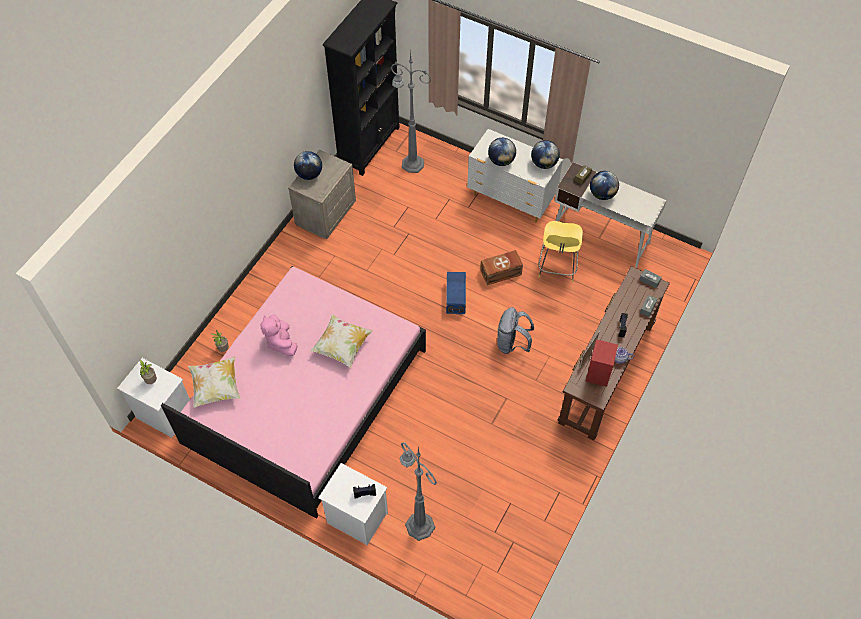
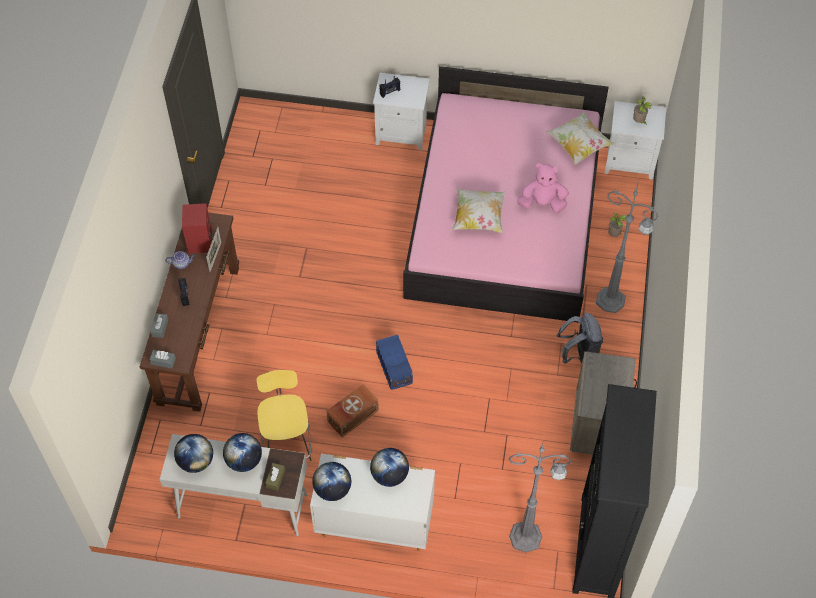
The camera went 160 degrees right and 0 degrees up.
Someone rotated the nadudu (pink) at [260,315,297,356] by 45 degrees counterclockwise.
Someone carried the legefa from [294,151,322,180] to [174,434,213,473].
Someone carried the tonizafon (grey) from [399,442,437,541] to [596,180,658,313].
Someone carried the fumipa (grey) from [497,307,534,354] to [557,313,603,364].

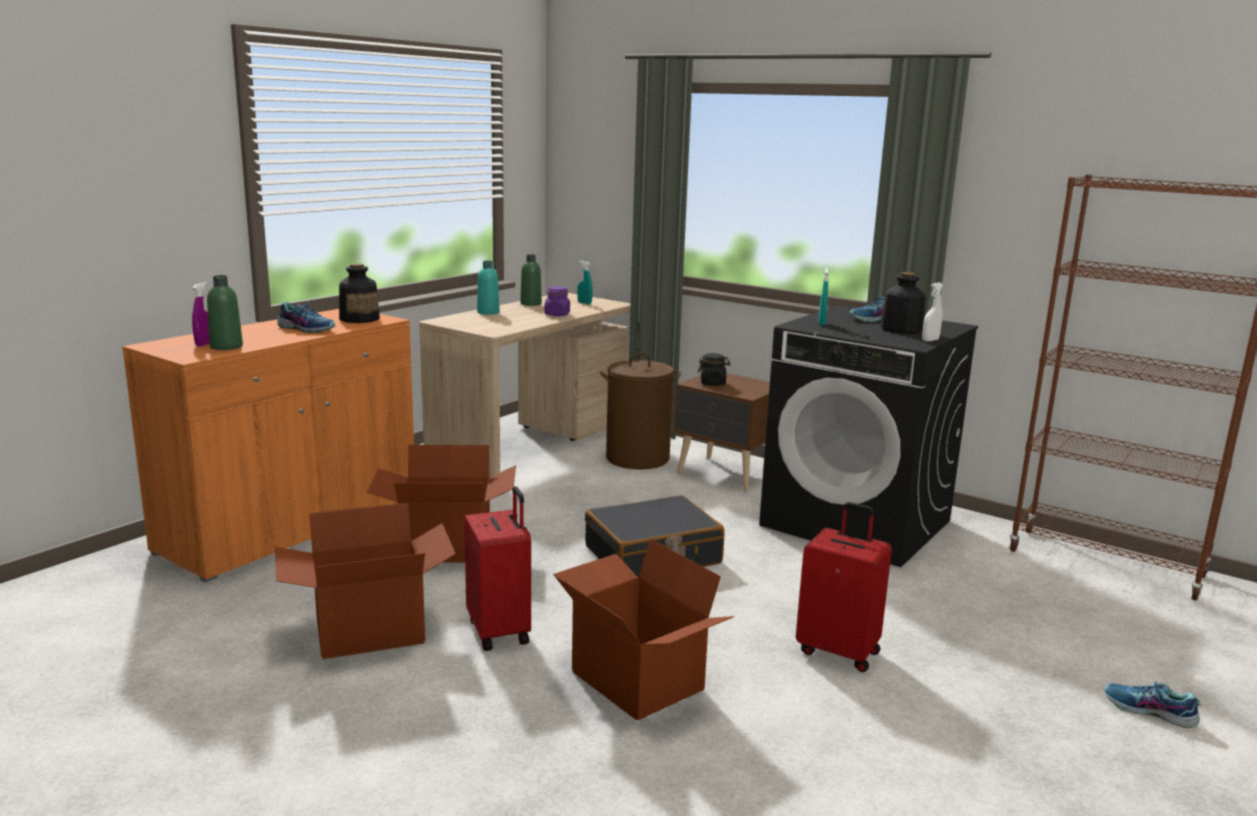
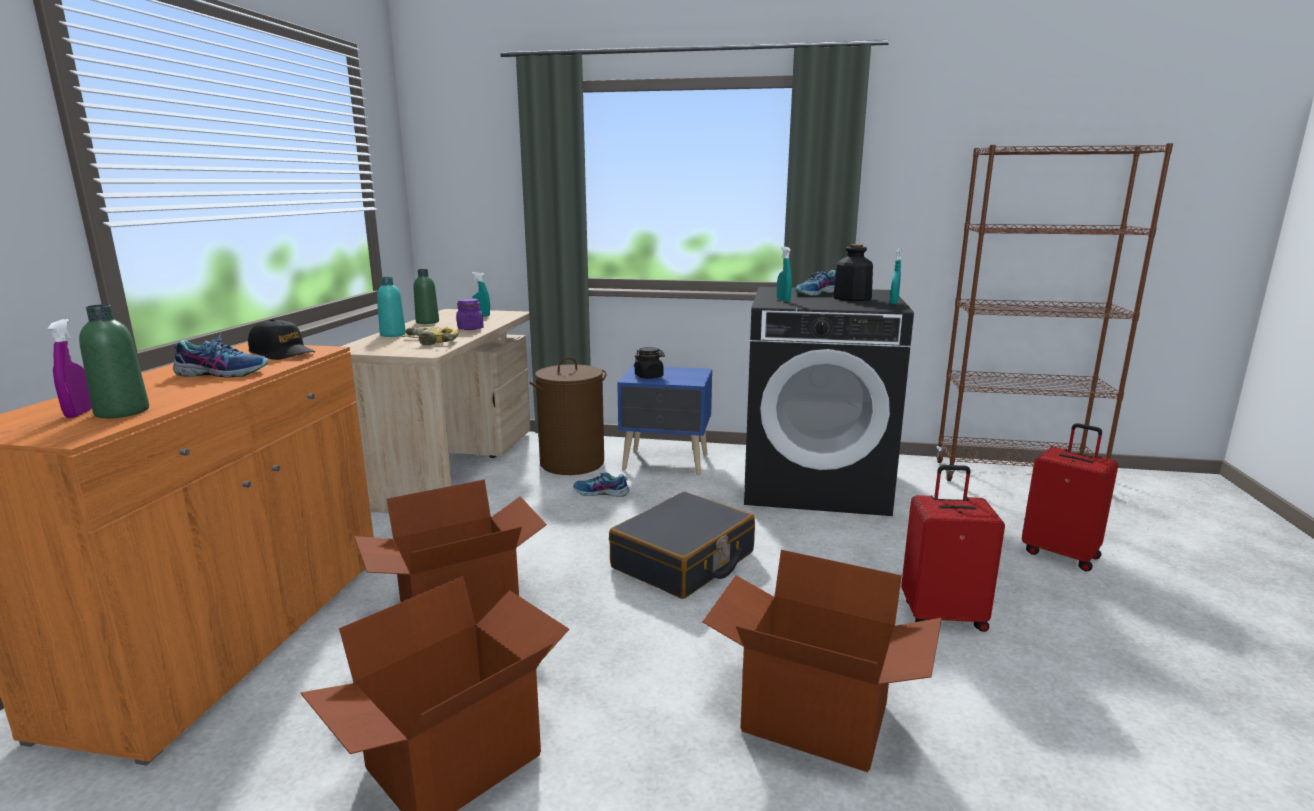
The camera went 25 degrees left and 0 degrees up.
Someone swapped the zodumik at [339,263,380,323] for the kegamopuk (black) at [248,319,315,360].
Someone carried the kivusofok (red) from [464,486,531,651] to [1022,423,1118,572].
Someone repainted the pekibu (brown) at [674,373,770,492], which became the pekibu (blue) at [617,365,712,475].
Someone repainted the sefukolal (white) at [922,283,943,342], which became the sefukolal (turquoise) at [890,248,901,304].
Someone carried the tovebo from [1104,682,1201,728] to [573,472,629,497].
Someone put down the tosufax at [402,326,459,345].

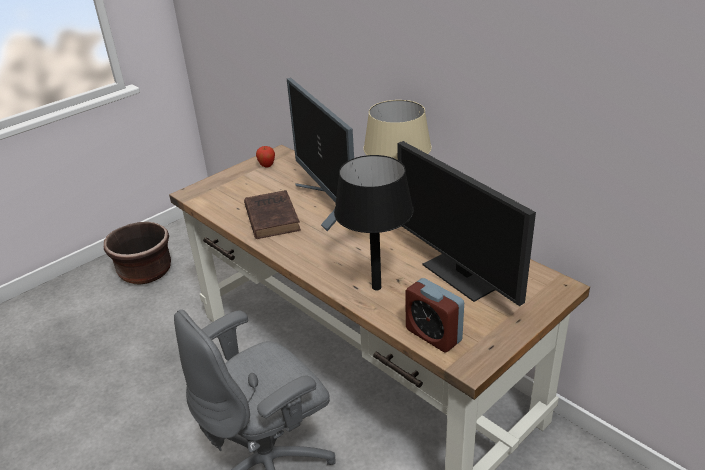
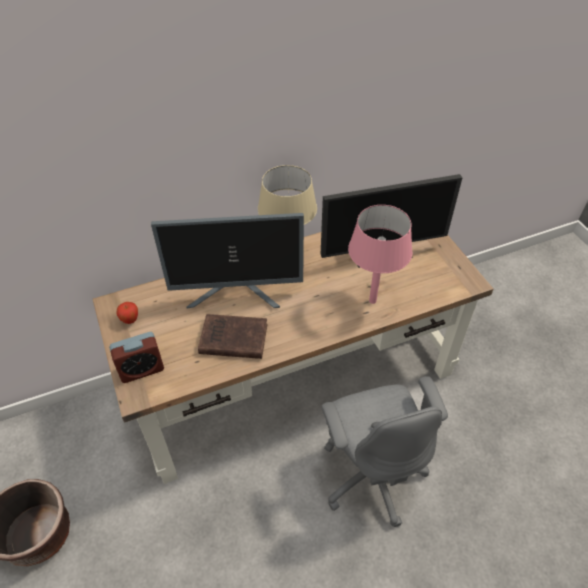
The camera went 70 degrees left and 15 degrees up.
Someone repainted the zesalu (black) at [334,155,414,290], which became the zesalu (pink) at [348,205,412,304].
Someone carried the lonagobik from [405,278,464,353] to [109,332,164,383].

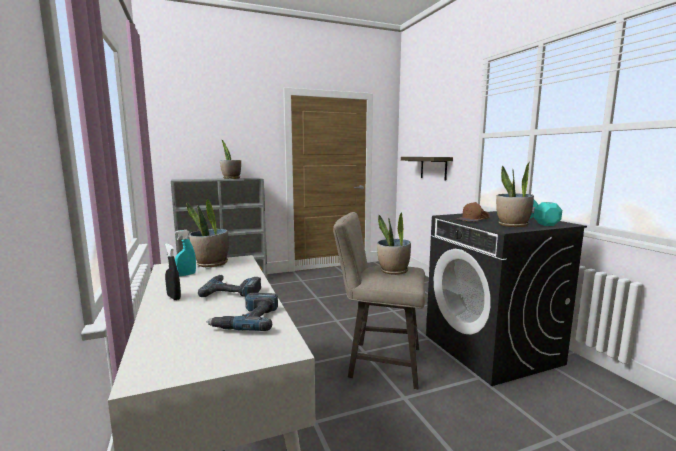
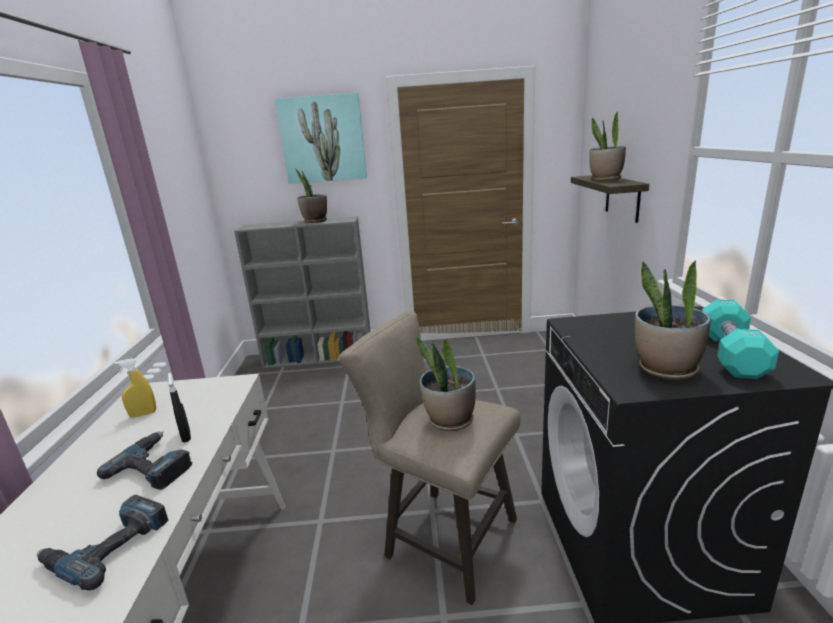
The camera went 20 degrees right and 10 degrees up.
Someone carried the sefukolal (black) from [165,244,181,300] to [168,373,191,443].
Someone repainted the sefukolal (turquoise) at [175,230,196,276], which became the sefukolal (yellow) at [114,358,156,417].
Someone carried the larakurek from [186,199,229,267] to [589,111,626,181].
Someone took away the kegamopuk (brown) at [456,202,490,222].
Someone put up the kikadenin at [275,93,367,184].

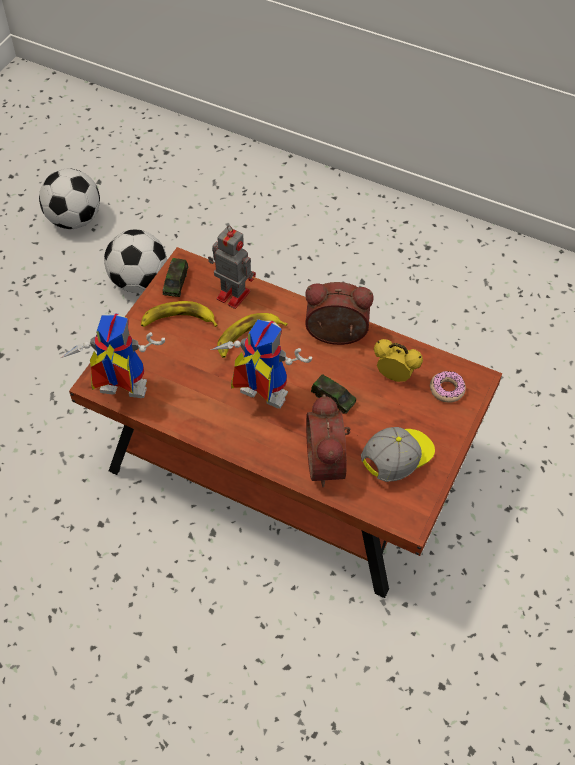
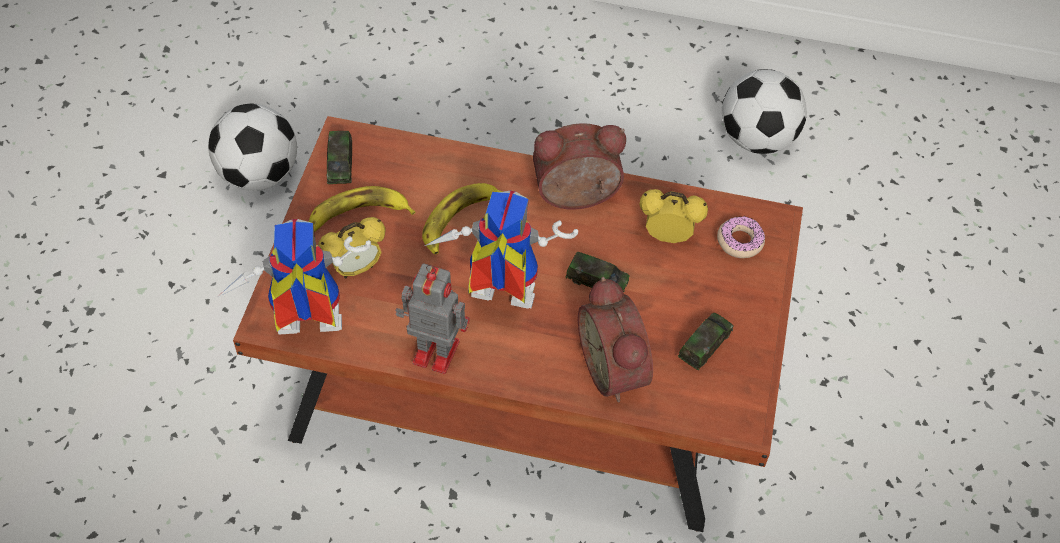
The camera went 15 degrees left and 0 degrees up.
Someone carried the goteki from [39,168,100,229] to [722,69,807,154].
Someone carried the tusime from [208,225,256,309] to [395,264,470,374].
Someone swapped the kegamopuk at [361,427,435,482] for the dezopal at [678,313,734,370].
Someone put down the lonagobik at [318,217,386,279].

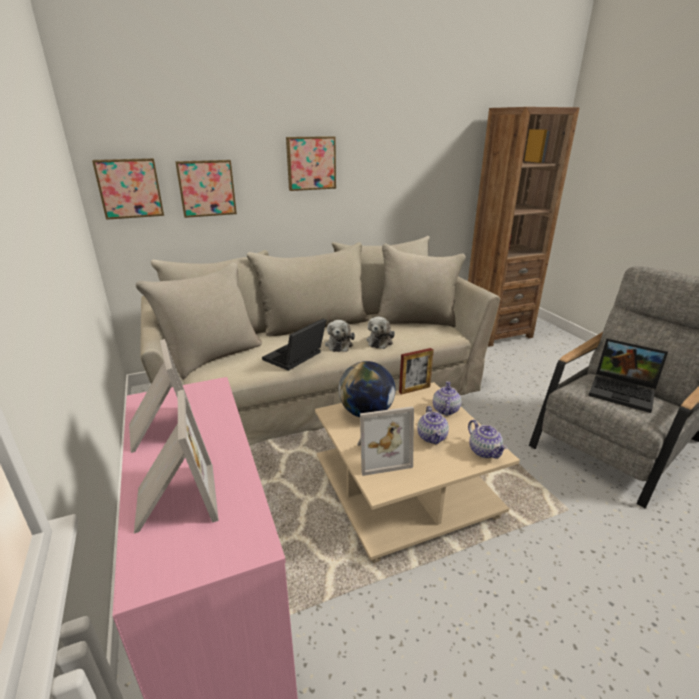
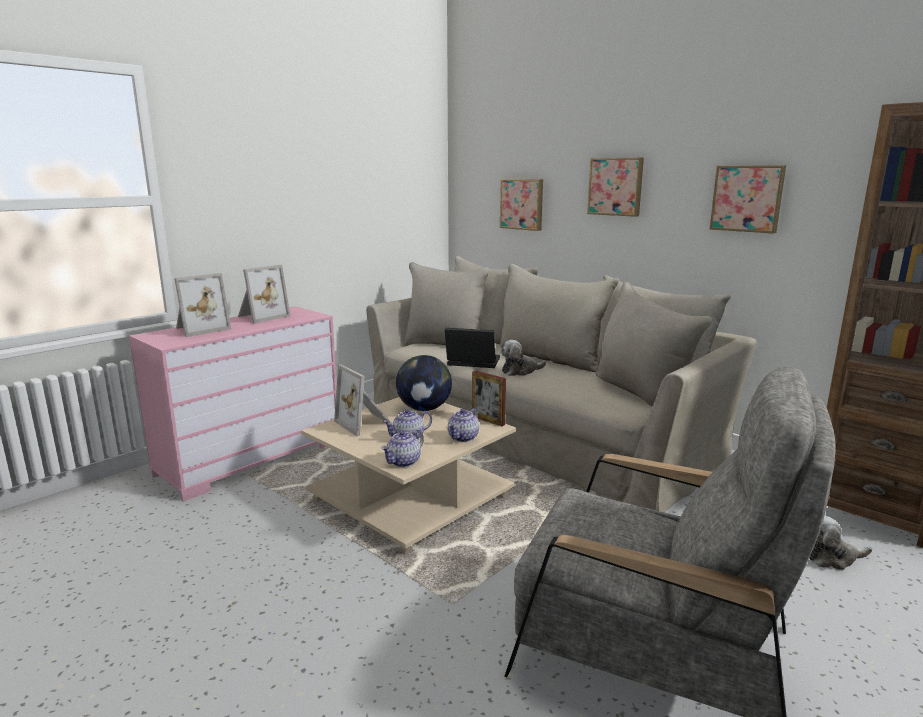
The camera went 65 degrees right and 10 degrees down.
Someone carried the kikadenin from [92,158,164,220] to [710,165,786,234].
Someone carried the nadudu from [366,317,395,349] to [809,516,872,570].
Someone rotated the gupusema at [433,381,461,416] by 135 degrees clockwise.
Someone took away the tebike at [588,338,668,413].

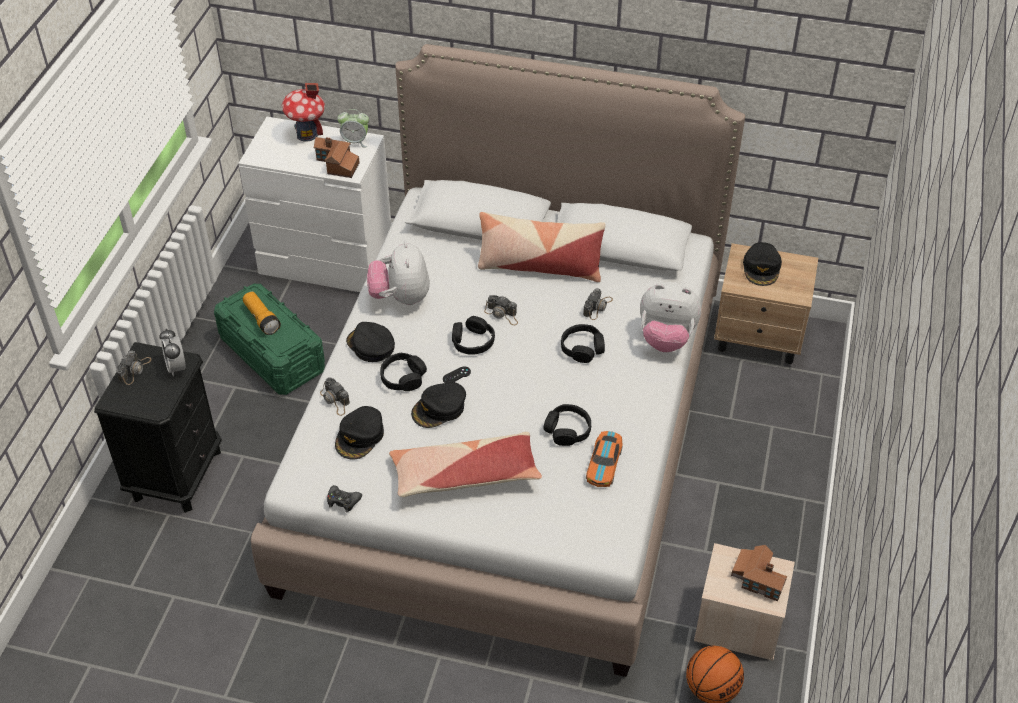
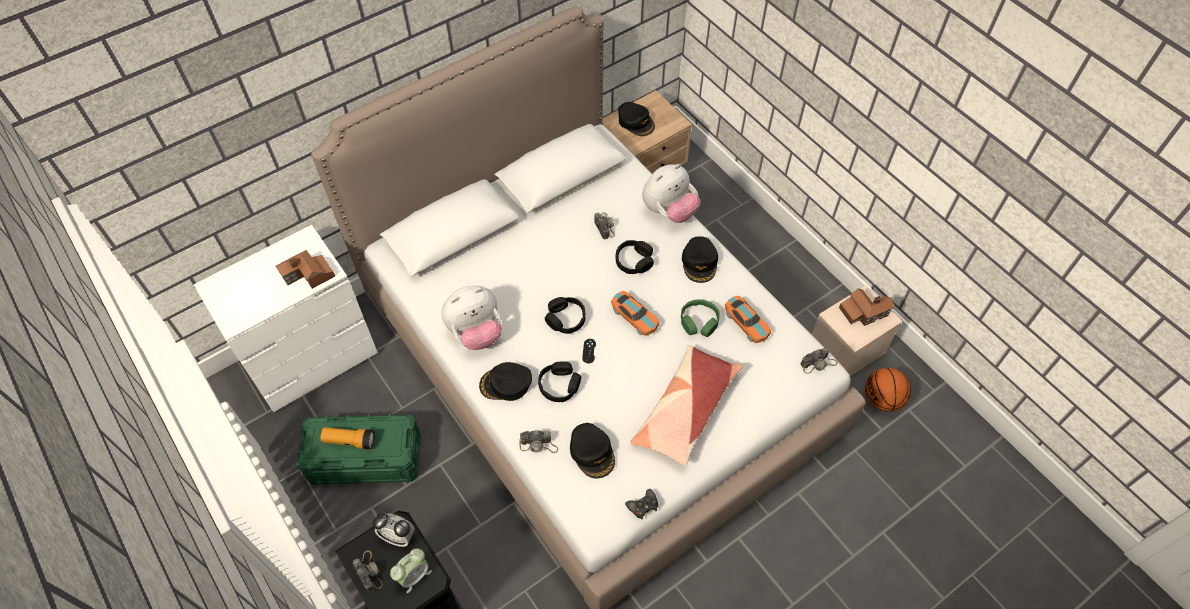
The camera went 50 degrees left and 10 degrees up.
Someone took away the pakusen at [282,83,325,142].
Someone carried the lonagobik from [337,109,369,147] to [390,548,432,593].
Someone rotated the nadudu at [367,241,430,305] by 60 degrees counterclockwise.
Someone carried the kegamopuk (black) from [411,382,466,428] to [682,236,718,283].
Someone took away the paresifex at [478,212,606,282].
Someone carried the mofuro from [484,295,518,325] to [800,348,838,374].
Someone repainted the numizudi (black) at [544,404,591,446], which became the numizudi (green) at [681,299,720,337].
Someone put down the dezopal at [611,291,659,336].

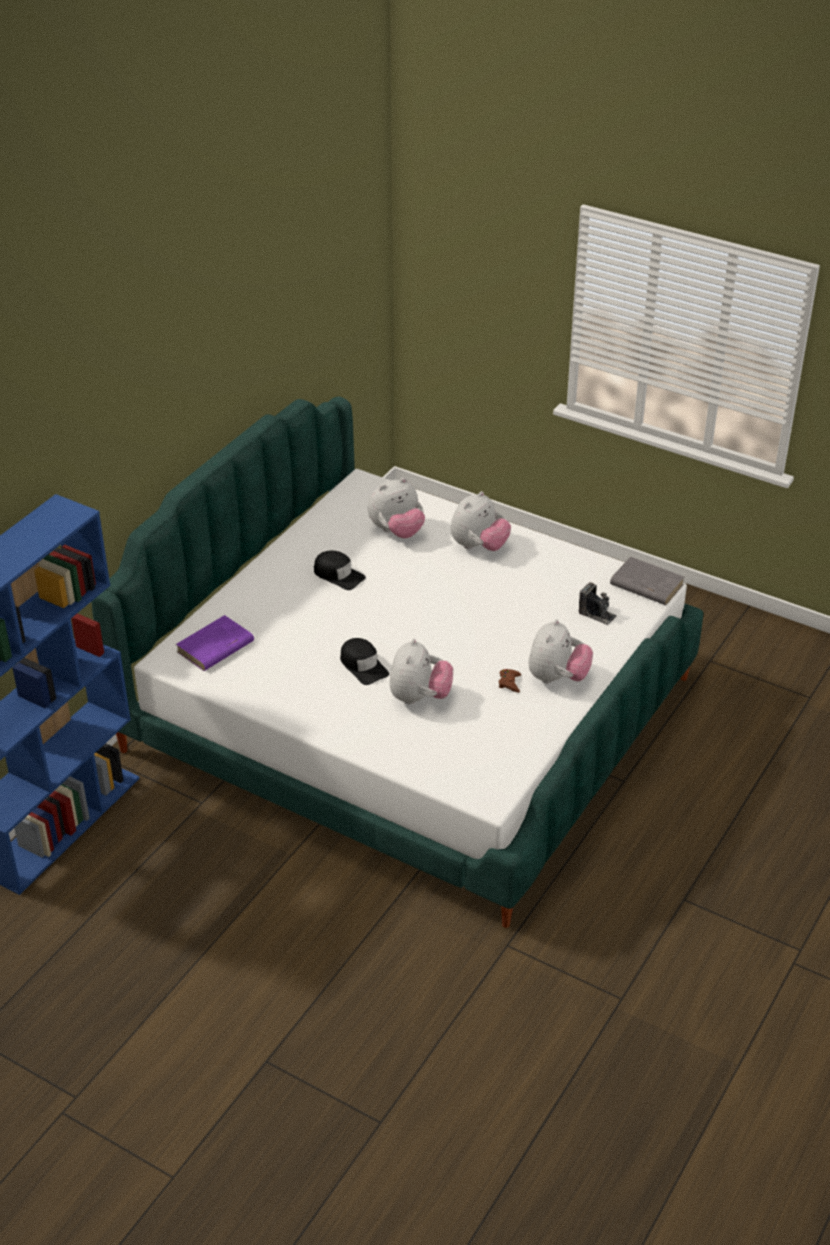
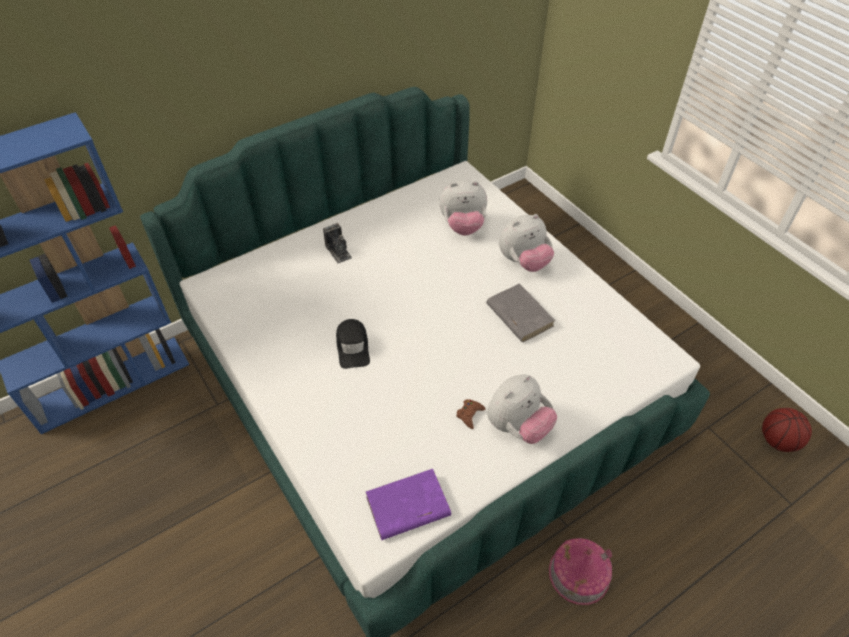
The camera went 25 degrees right and 10 degrees up.
Someone carried the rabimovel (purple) from [176,615,254,671] to [366,469,451,540].
Someone took away the kegamopuk (black) at [314,551,366,590].
Someone took away the nadudu at [389,639,453,704].
Someone carried the mofuro from [579,582,617,625] to [323,223,352,264].
Someone carried the rabimovel (grey) from [610,557,684,605] to [486,283,555,342].
Someone put down the pakusen at [549,538,612,605].
Someone put down the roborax at [762,408,812,452].

